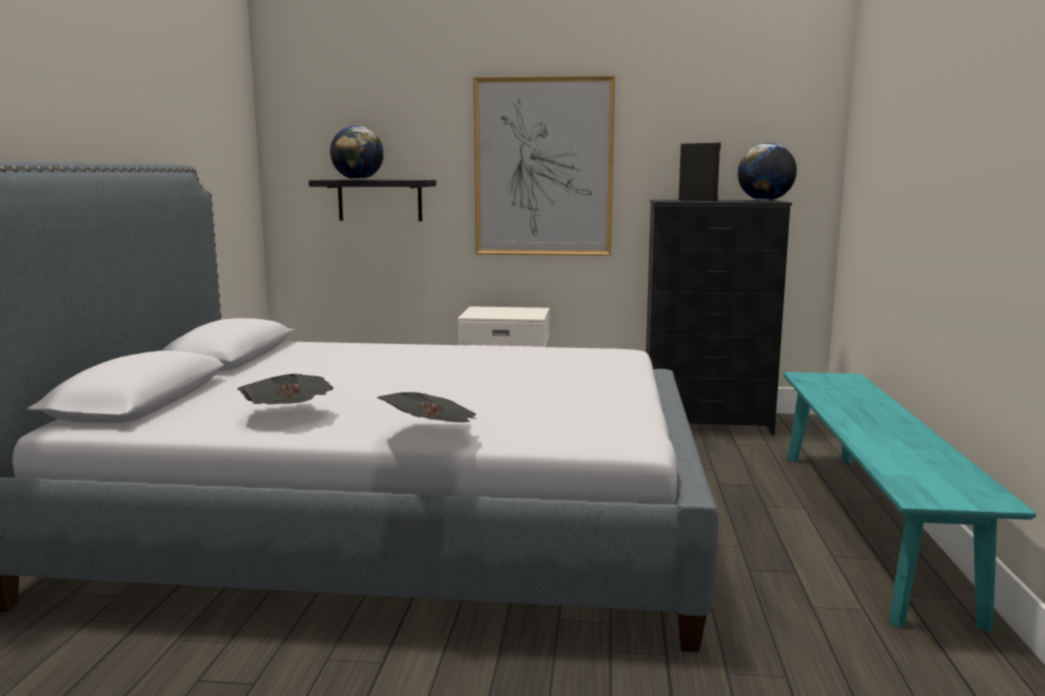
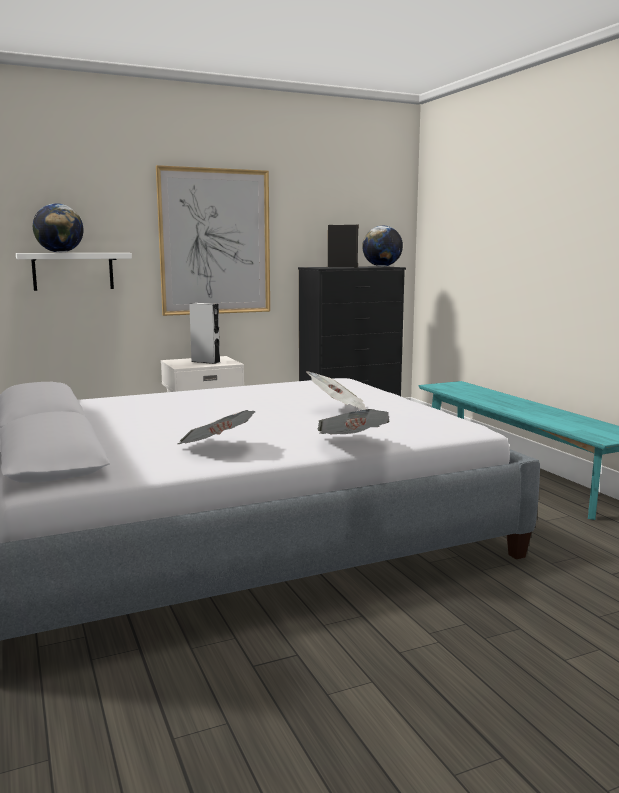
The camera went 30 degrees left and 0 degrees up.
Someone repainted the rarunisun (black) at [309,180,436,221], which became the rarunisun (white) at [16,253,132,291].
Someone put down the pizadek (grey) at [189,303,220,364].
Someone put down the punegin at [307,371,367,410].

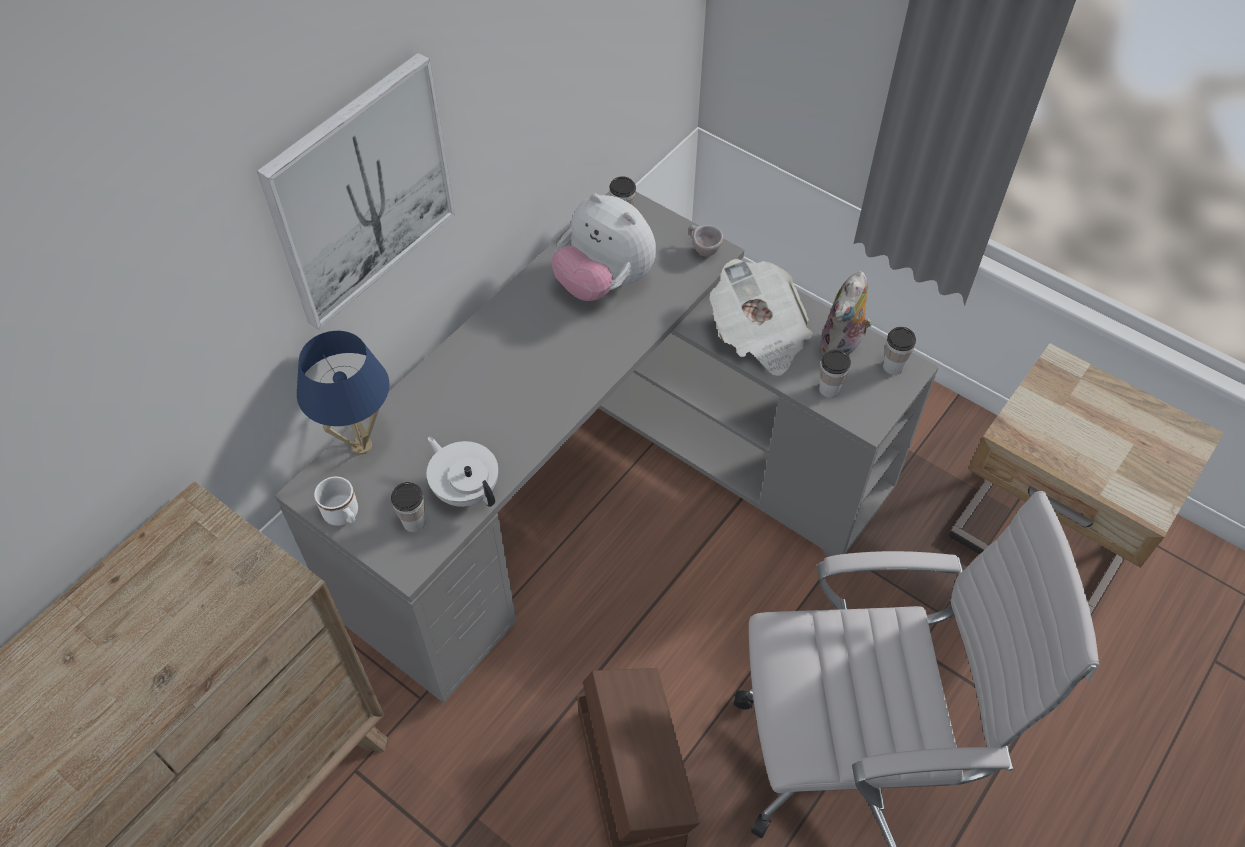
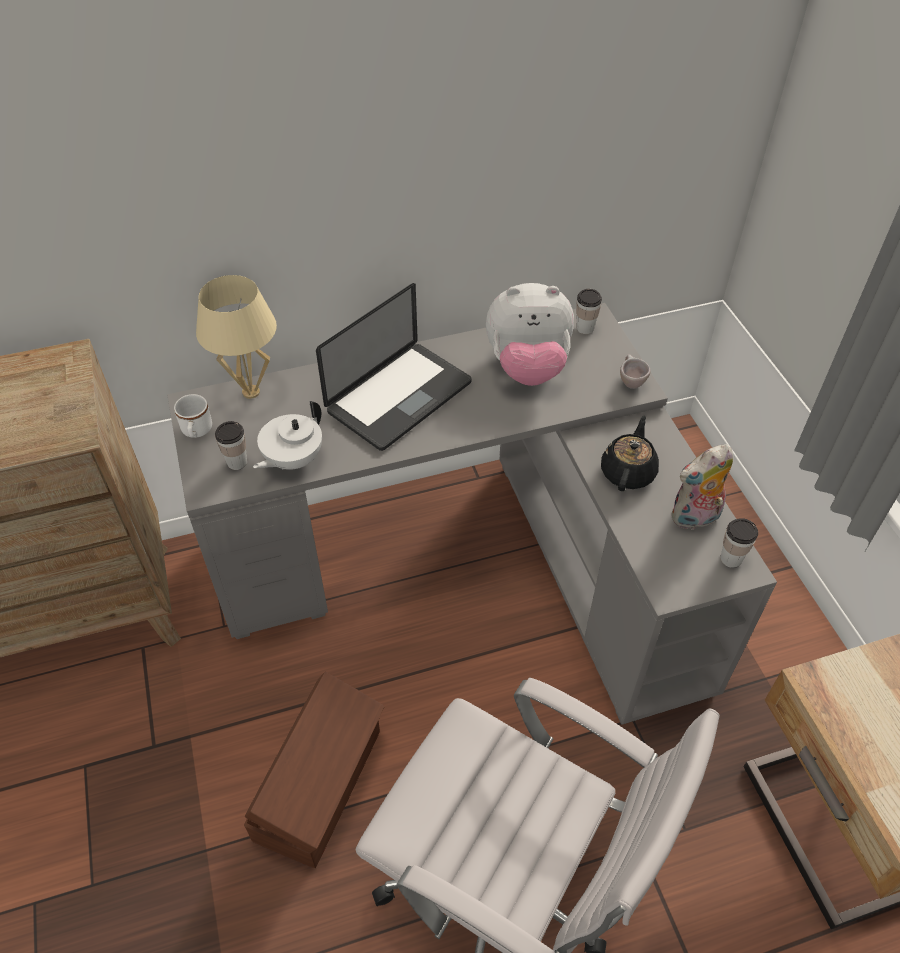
The camera went 35 degrees right and 5 degrees down.
Someone took away the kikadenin at [257,53,455,330].
Someone repainted the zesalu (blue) at [297,331,390,455], which became the zesalu (beige) at [196,275,277,399].
Someone rotated the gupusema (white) at [427,436,498,507] by 135 degrees counterclockwise.
Someone rotated the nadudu at [552,194,656,301] by 75 degrees counterclockwise.
Someone swapped the punegin at [709,259,813,376] for the gupusema (black) at [601,415,659,491].
Someone took away the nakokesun at [819,350,851,398].
Someone put down the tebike at [316,283,472,451].

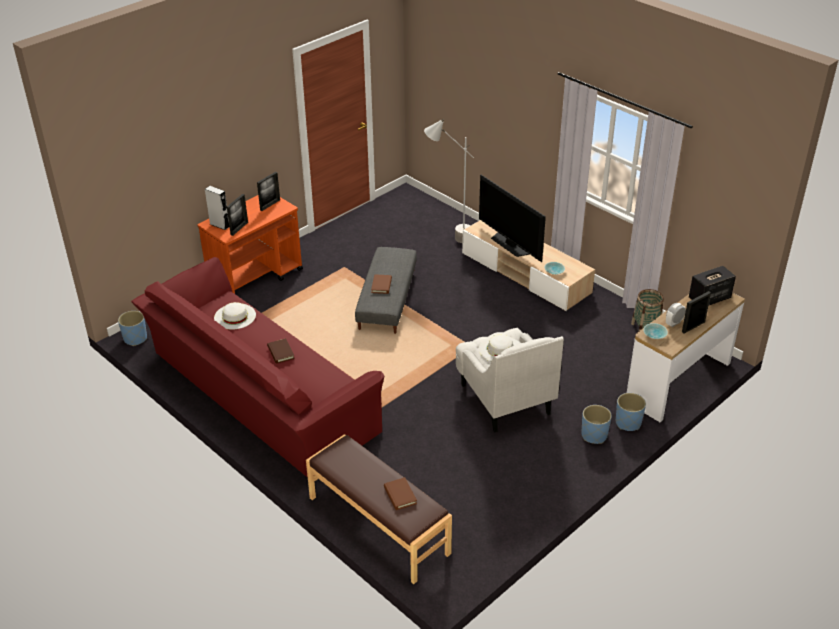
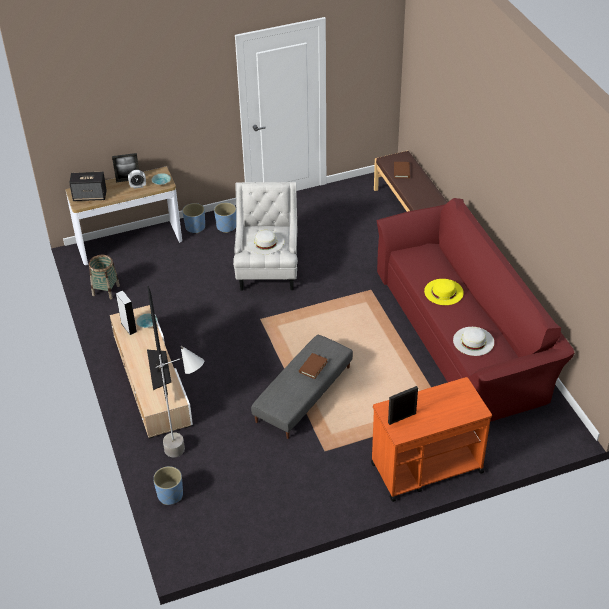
The camera went 155 degrees left and 5 degrees up.
Someone carried the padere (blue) from [118,311,147,346] to [153,466,183,505].
Someone carried the pizadek (grey) from [205,186,229,230] to [116,291,137,335].
Someone took away the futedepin at [227,194,248,236].
Someone swapped the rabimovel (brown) at [267,338,295,364] for the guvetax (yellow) at [424,279,464,305].

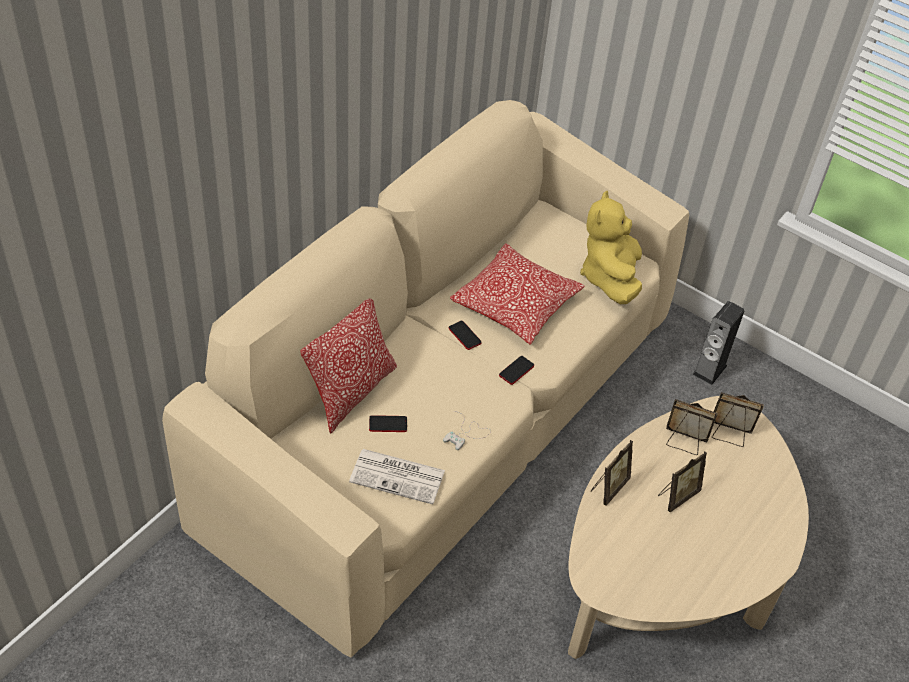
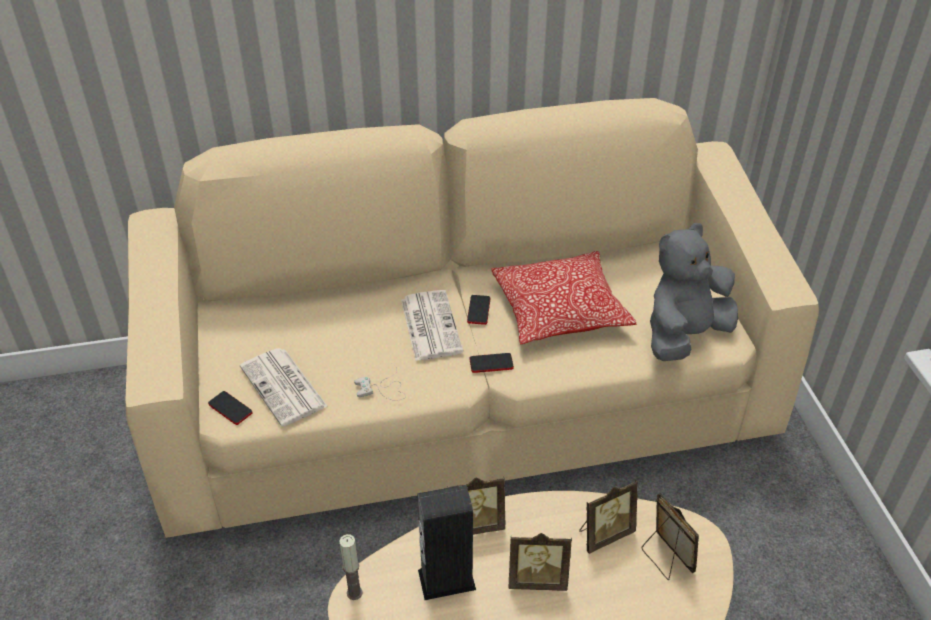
The camera went 45 degrees right and 5 degrees down.
Someone took away the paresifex at [300,298,397,434].
Someone carried the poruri from [369,415,407,432] to [208,391,252,425].
Someone repainted the nadudu (yellow) at [580,191,642,304], which became the nadudu (grey) at [650,223,738,361].
Someone rotated the futedepin at [666,399,718,455] by 90 degrees clockwise.
Someone carried the pizadek from [692,301,744,385] to [417,485,476,600].
Someone put down the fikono at [339,534,363,600].
Someone put down the punegin at [401,290,463,361].

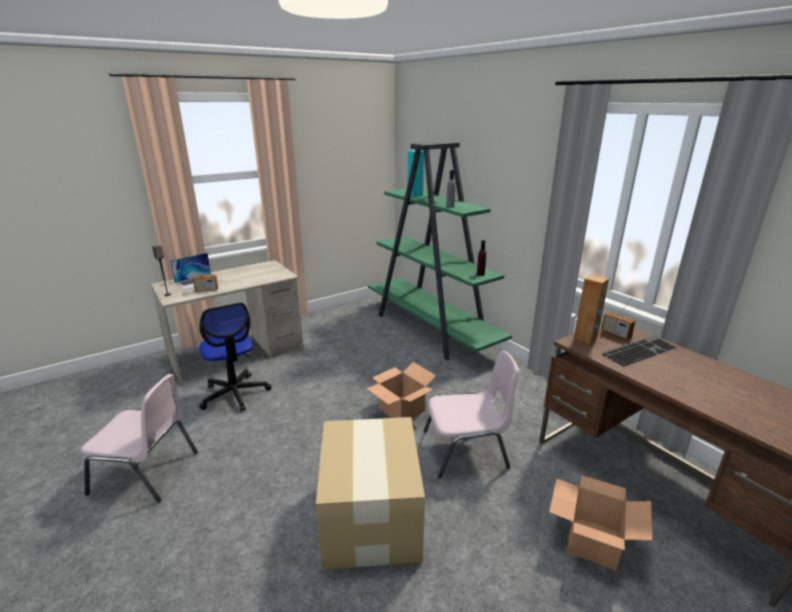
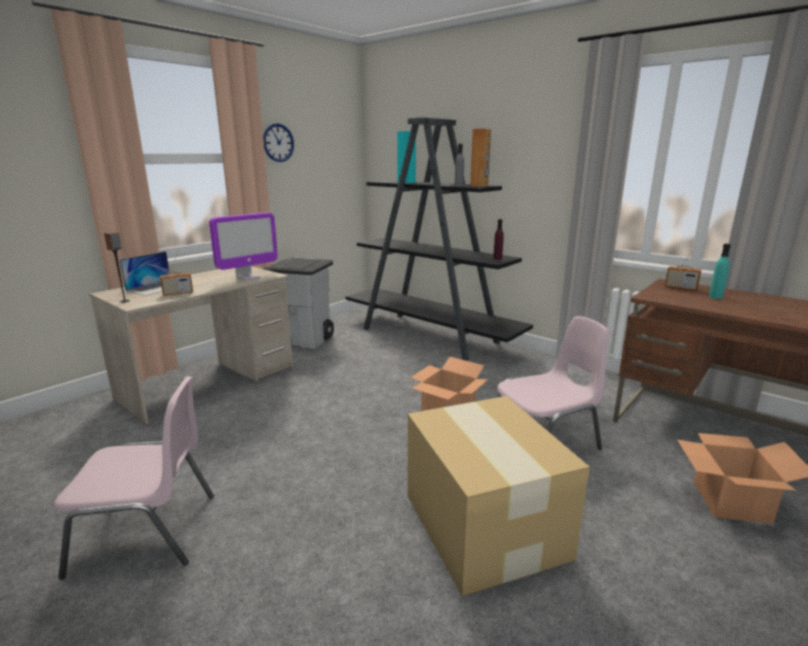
The camera went 15 degrees left and 5 degrees down.
Someone took away the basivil at [199,303,272,412].
Someone repainted the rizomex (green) at [368,141,512,361], which became the rizomex (black) at [346,117,533,361].
Someone carried the pizadek (brown) from [574,274,609,344] to [470,129,491,187].
Someone swapped the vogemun at [601,336,677,367] for the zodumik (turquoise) at [709,244,731,299].
Someone put down the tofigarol at [209,213,278,280].
Someone put down the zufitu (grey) at [262,258,334,349].
Someone put up the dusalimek at [263,123,294,162].

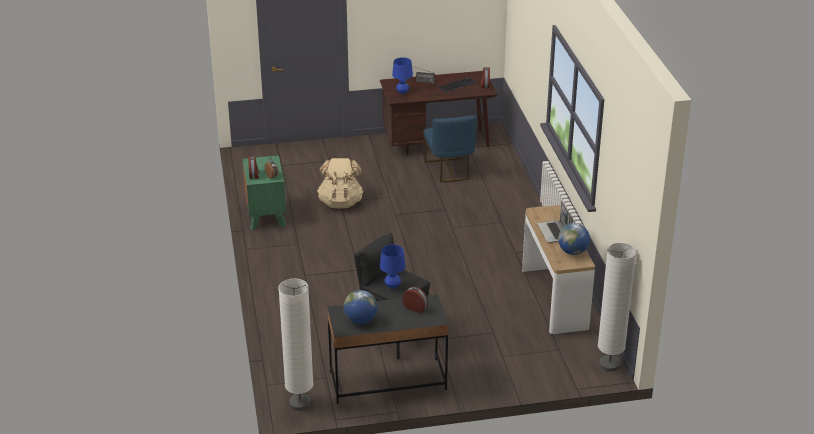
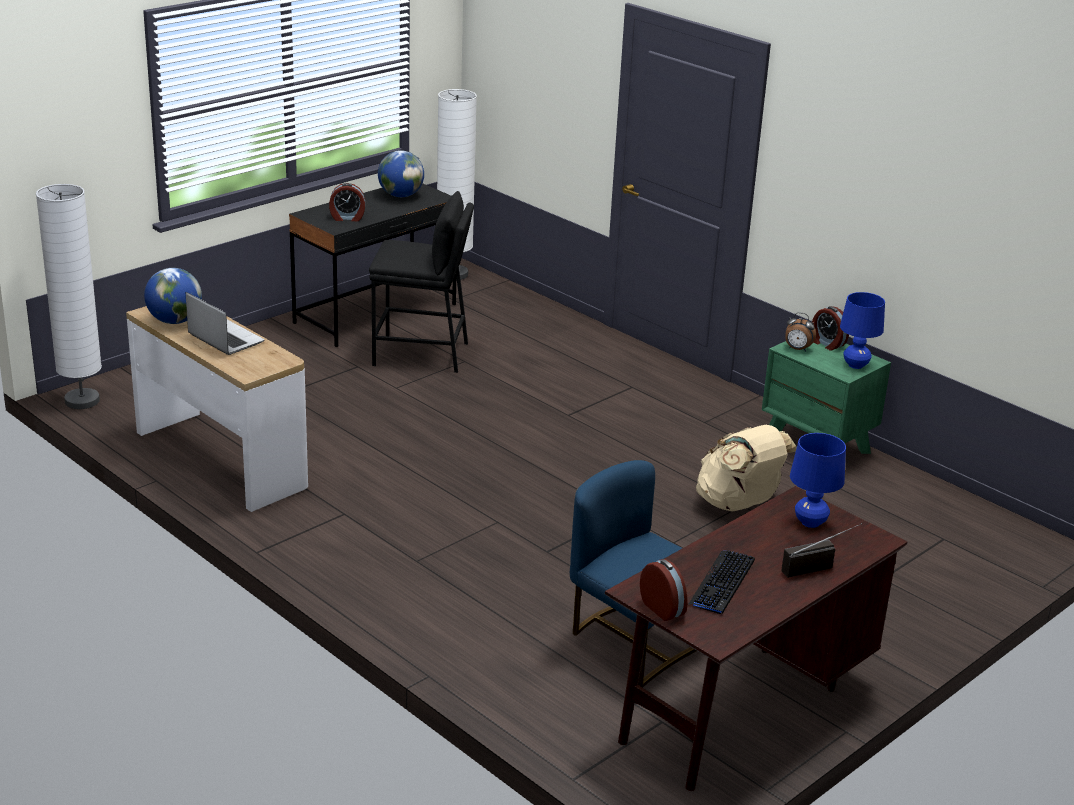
The camera went 145 degrees right and 5 degrees down.
Someone carried the zesalu (blue) from [380,244,405,289] to [840,292,885,369].

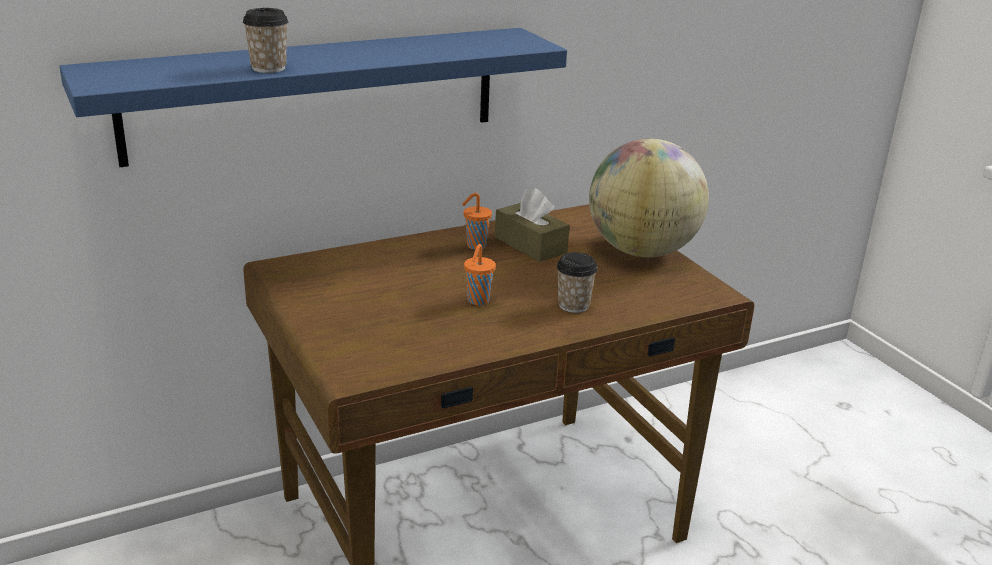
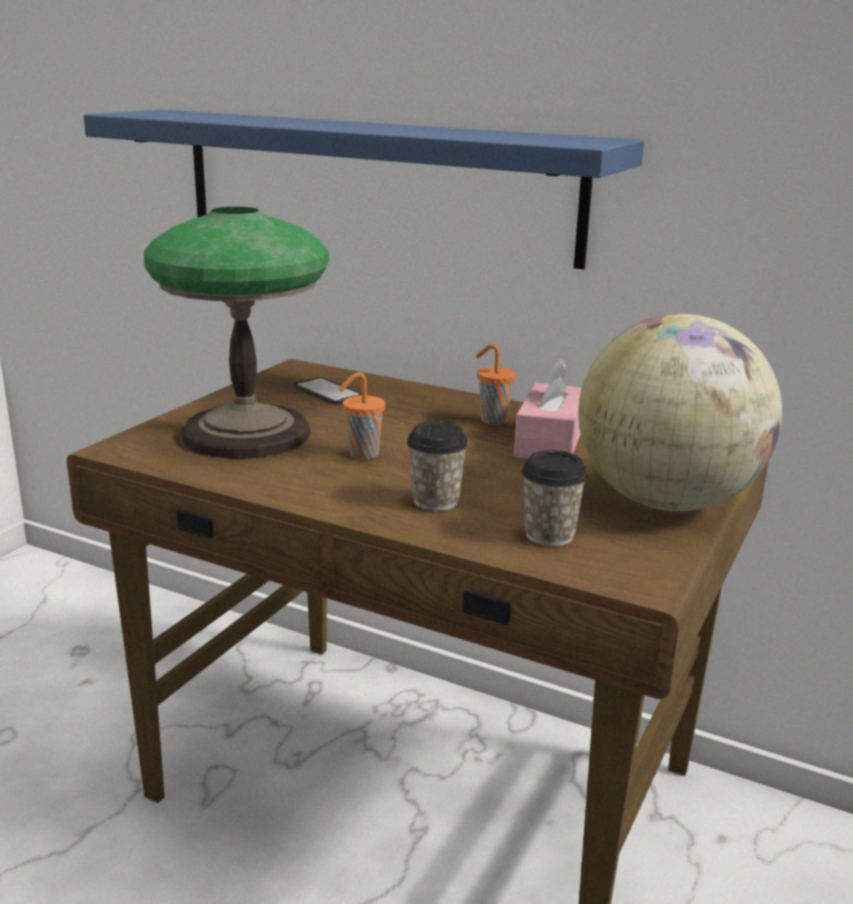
The camera went 55 degrees right and 5 degrees down.
Someone carried the nakokesun from [243,8,289,73] to [522,450,588,546].
Someone repainted the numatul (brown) at [495,188,570,262], which became the numatul (pink) at [514,359,582,459].
Someone put down the zesalu at [144,207,329,459].
Someone put down the poruri at [294,377,362,404].

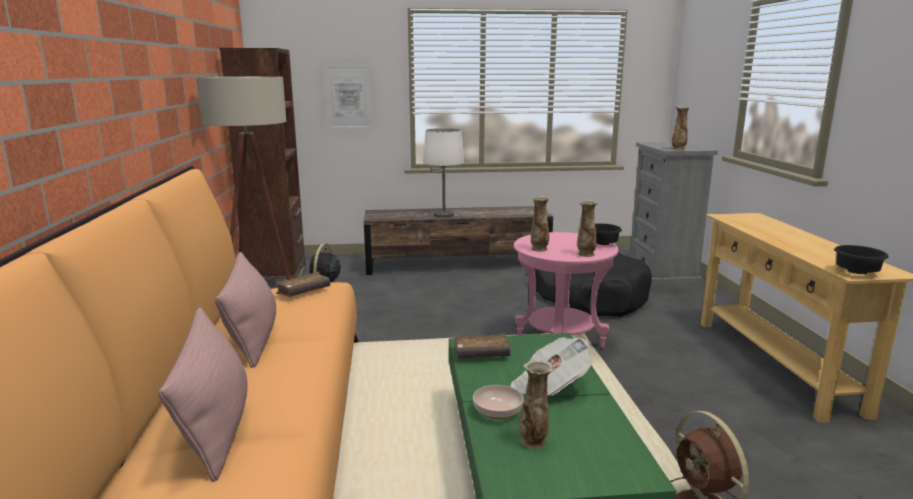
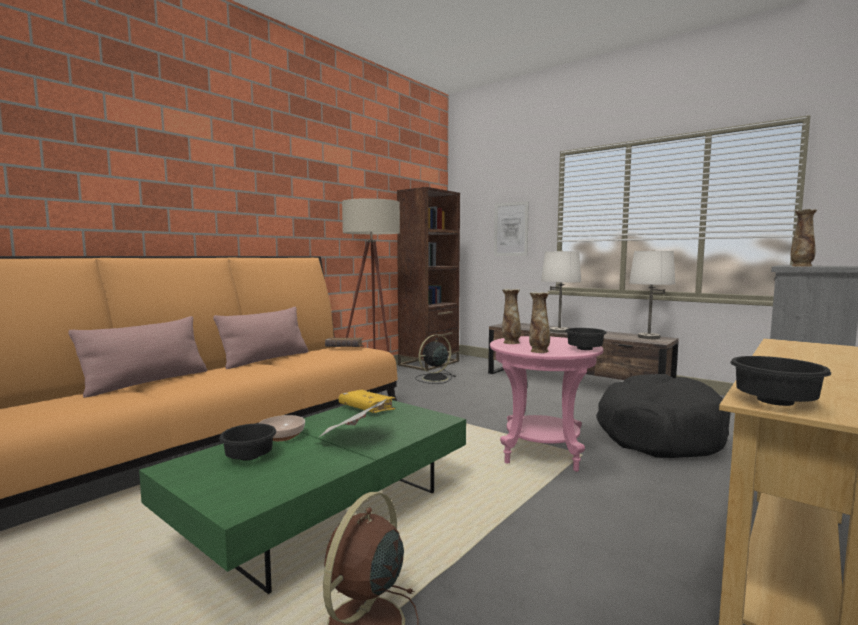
The camera went 45 degrees right and 10 degrees down.
Someone repainted the rabimovel (brown) at [453,334,511,358], which became the rabimovel (yellow) at [339,390,395,413].
Someone swapped the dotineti at [520,360,553,449] for the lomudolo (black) at [219,424,276,461].
Someone put down the zesalu (white) at [629,250,675,339].

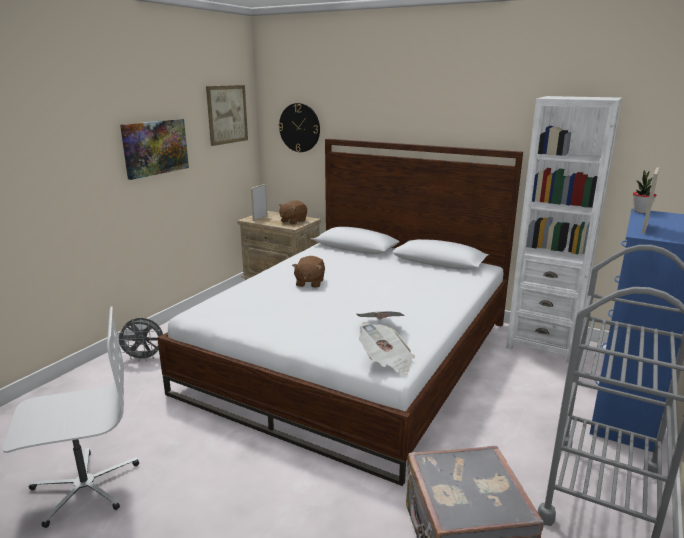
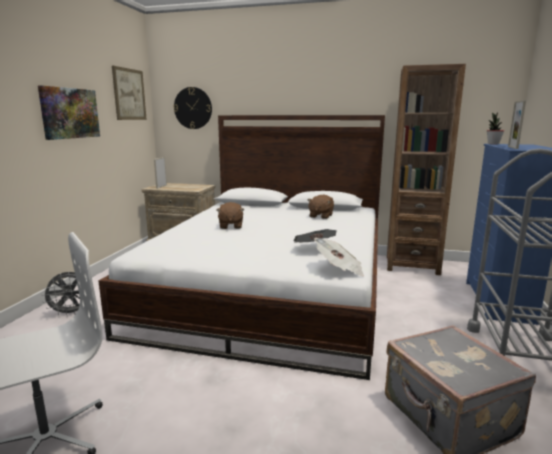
The camera went 15 degrees left and 5 degrees down.
Someone carried the nadudu (brown) from [279,200,307,224] to [307,195,334,219].
Someone repainted the rizomex (white) at [506,96,622,363], which became the rizomex (brown) at [387,64,466,275].

